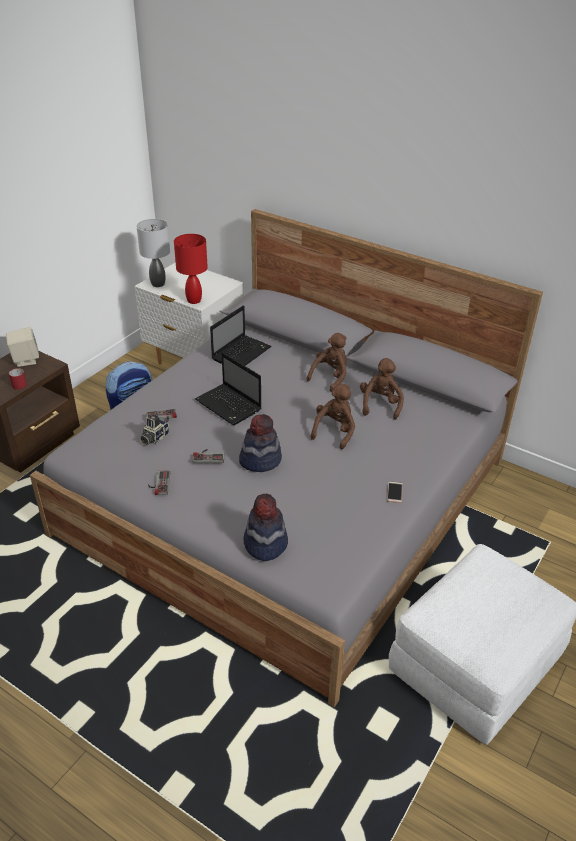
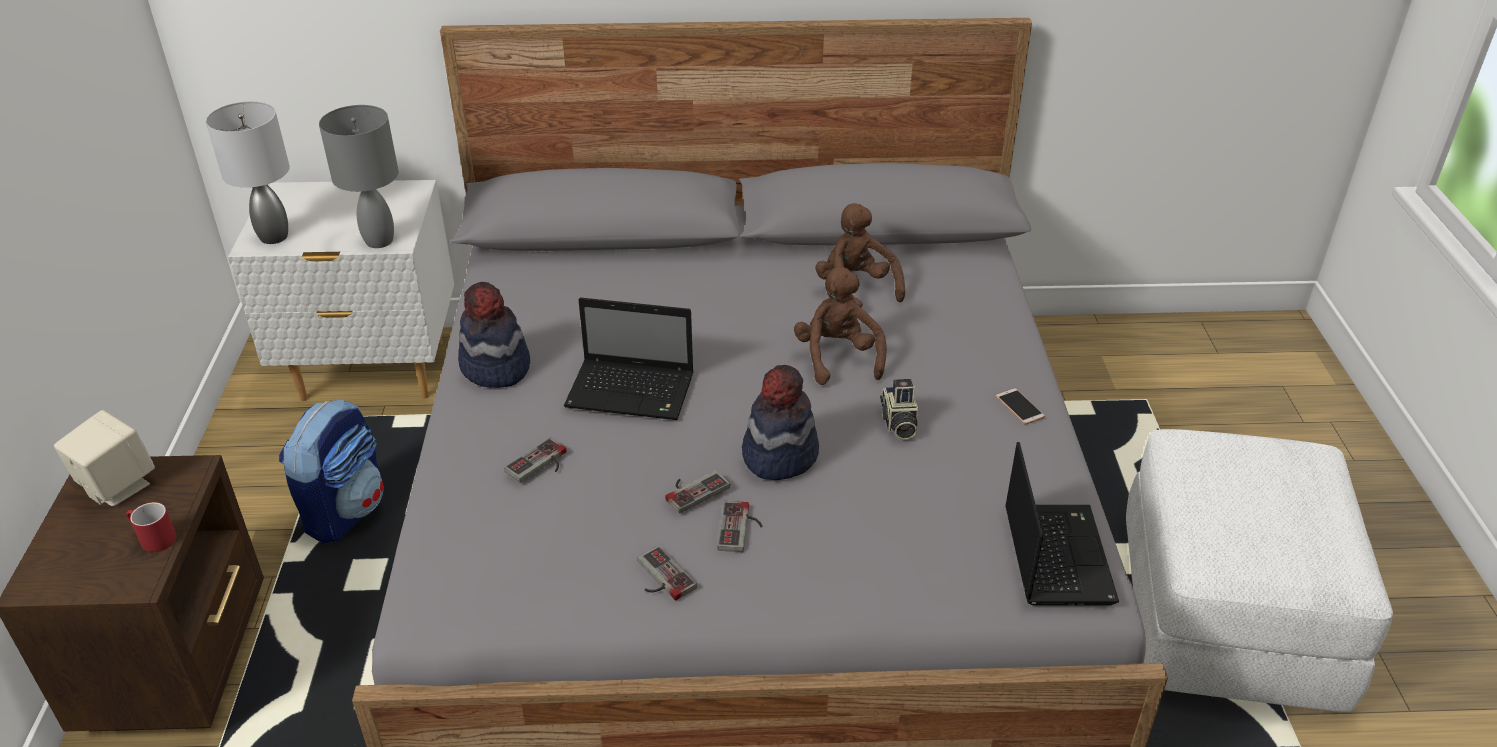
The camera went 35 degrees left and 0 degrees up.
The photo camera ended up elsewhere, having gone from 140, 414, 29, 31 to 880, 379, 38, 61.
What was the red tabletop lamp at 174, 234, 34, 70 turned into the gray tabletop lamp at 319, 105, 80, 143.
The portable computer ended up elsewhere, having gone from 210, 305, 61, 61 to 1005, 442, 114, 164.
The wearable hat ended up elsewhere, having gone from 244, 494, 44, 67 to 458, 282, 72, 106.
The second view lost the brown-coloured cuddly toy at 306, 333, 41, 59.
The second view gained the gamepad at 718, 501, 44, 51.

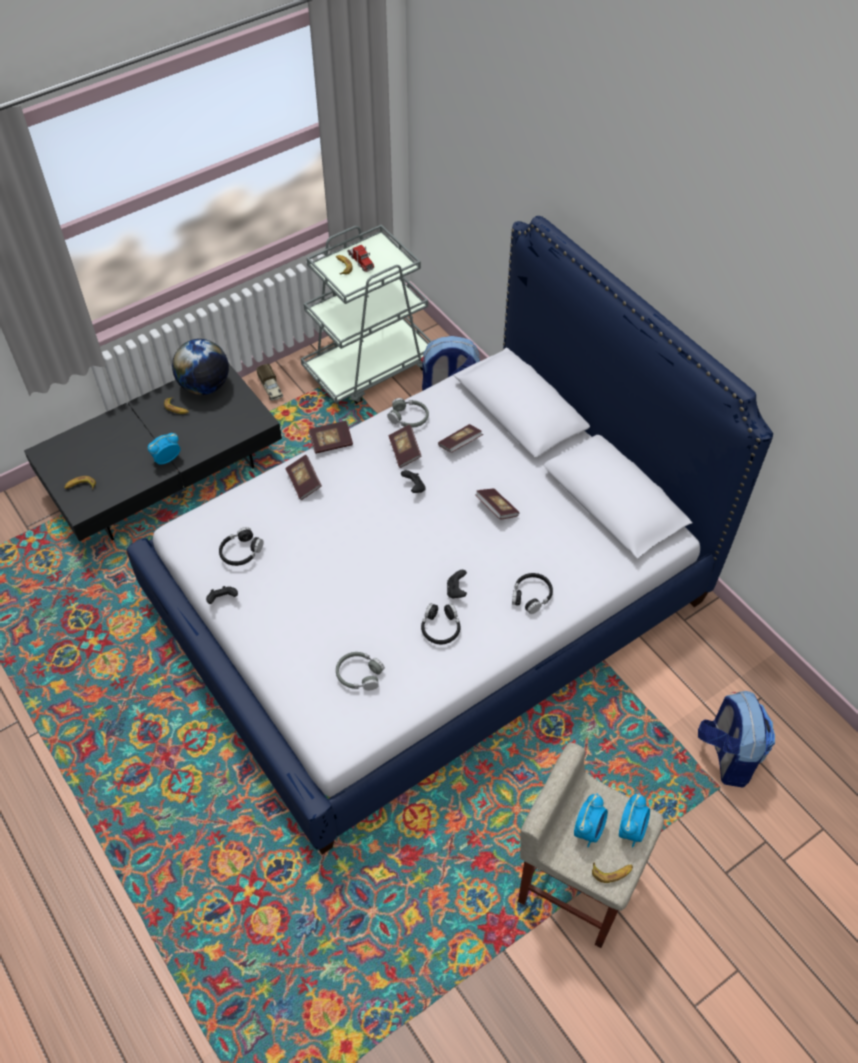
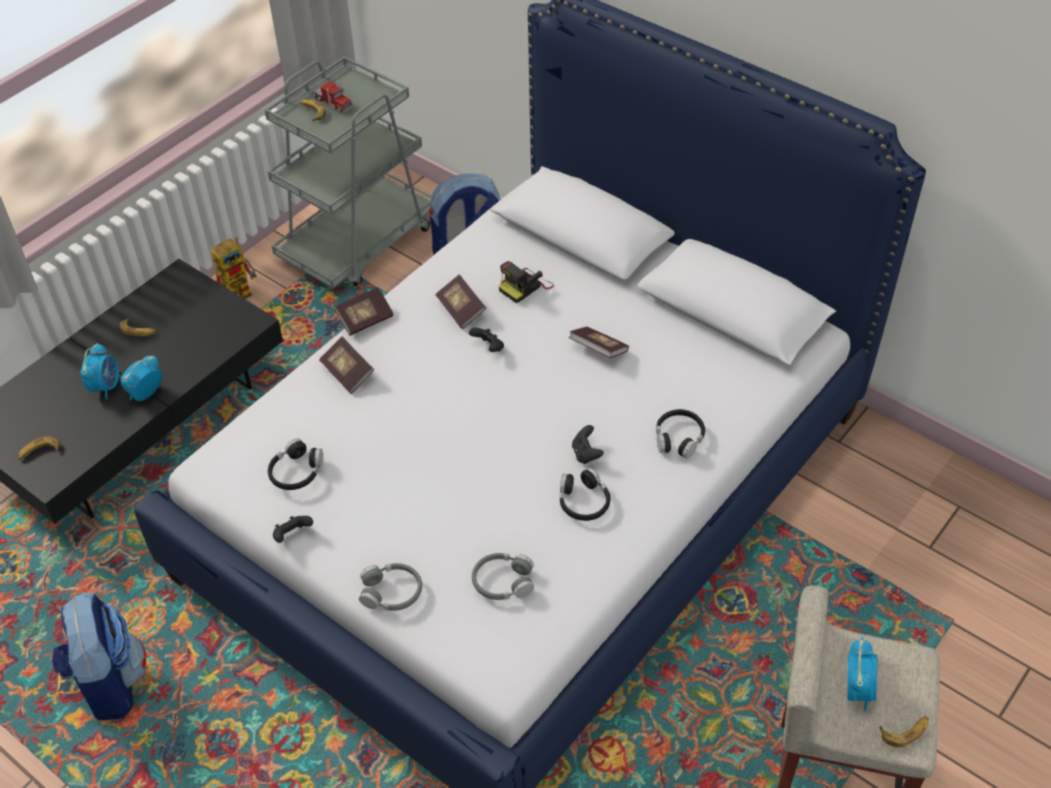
The camera went 15 degrees left and 5 degrees down.
The second view lost the desk globe at 172, 339, 57, 56.
Where the model truck stood at 256, 364, 27, 37, the model robot came to stand at 211, 237, 46, 62.
The gray headset ended up elsewhere, having gone from 387, 398, 42, 30 to 359, 563, 63, 48.
Where the bound book stood at 438, 424, 45, 29, the photo camera came to stand at 499, 261, 55, 42.
The table clock ended up elsewhere, having gone from 619, 793, 31, 54 to 80, 343, 39, 56.
The knapsack ended up elsewhere, having gone from 698, 691, 77, 97 to 52, 593, 94, 127.

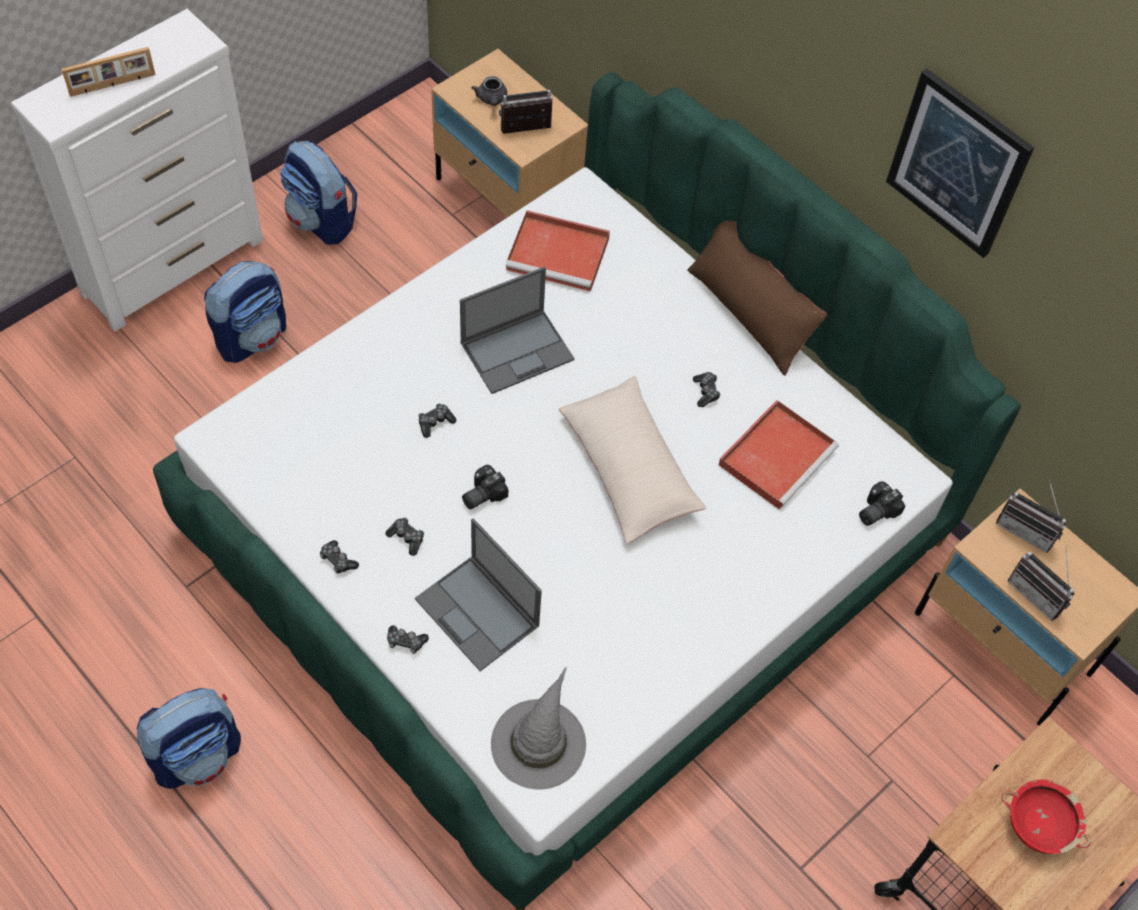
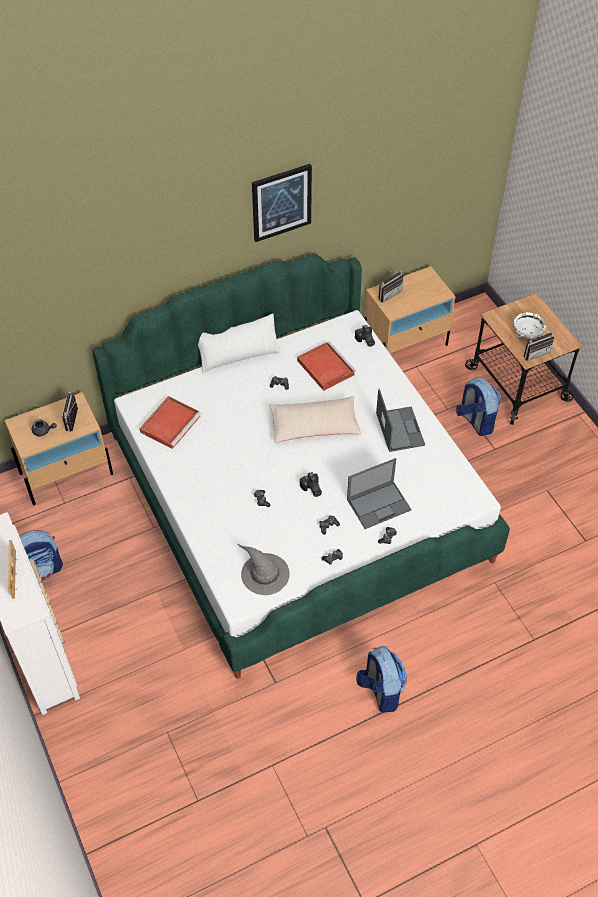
The camera went 70 degrees left and 5 degrees down.
The knapsack ended up elsewhere, having gone from 204, 261, 82, 102 to 456, 377, 45, 59.
The portable computer ended up elsewhere, having gone from 460, 266, 115, 128 to 376, 389, 49, 63.
The gray wearable hat ended up elsewhere, having gone from 491, 667, 95, 123 to 238, 544, 52, 51.
What was the brown-coloured pillow at 687, 221, 140, 155 turned into the whitish pillow at 198, 313, 83, 60.
What was the red serving bowl at 1002, 779, 89, 75 turned into the whitish serving bowl at 514, 312, 32, 27.
The radio ended up elsewhere, having gone from 1007, 546, 68, 75 to 524, 325, 30, 36.

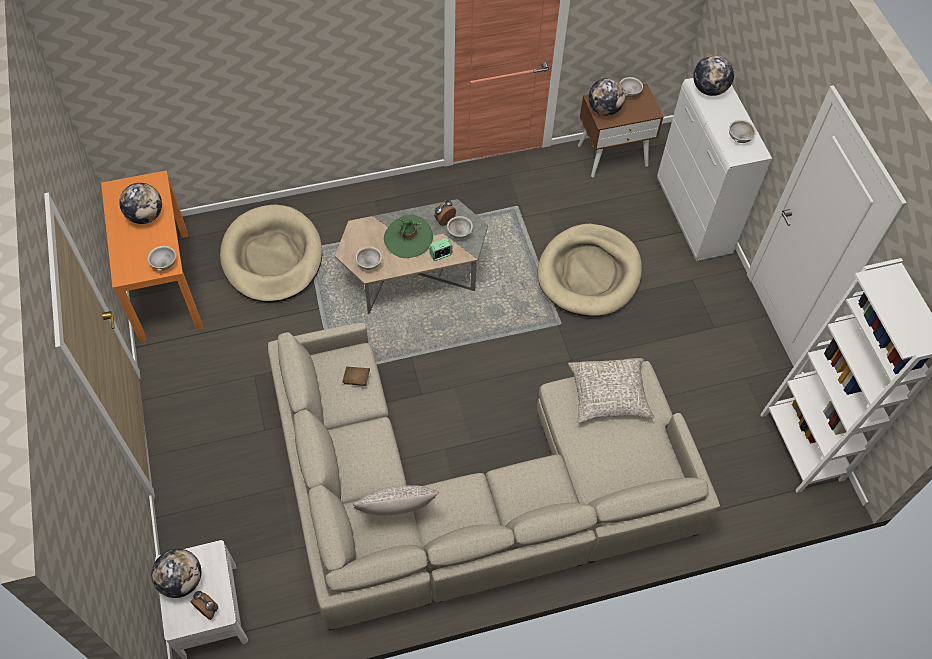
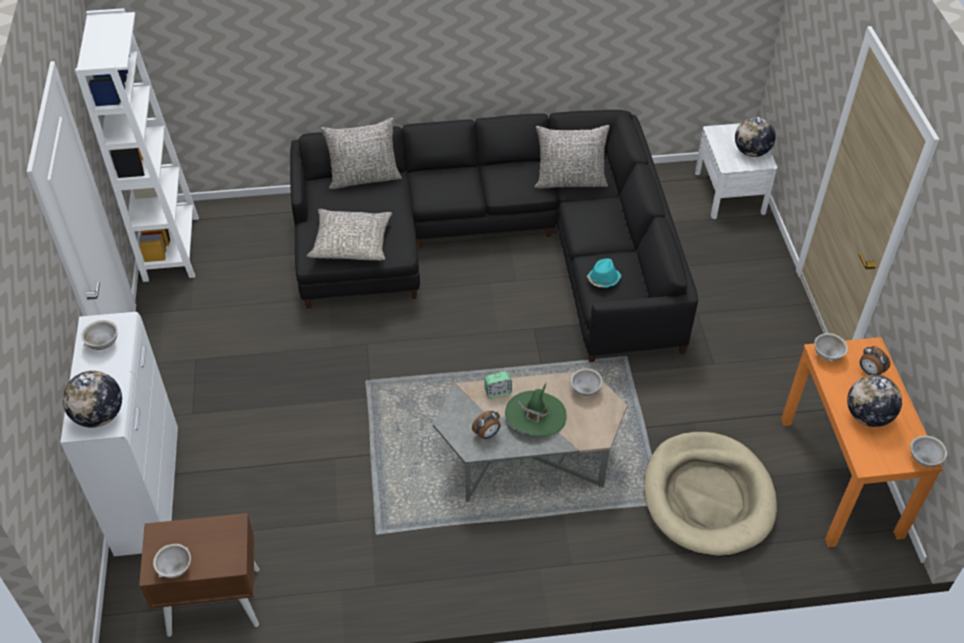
The camera went 170 degrees left and 10 degrees down.
The table clock ended up elsewhere, having gone from 190, 591, 28, 29 to 860, 346, 30, 29.
What was the sand-coloured couch at 268, 323, 452, 307 turned into the blackish couch at 290, 110, 408, 252.
Where the brown-coloured bound book stood at 342, 367, 28, 19, the turquoise wearable hat came to stand at 587, 258, 34, 30.
The gray serving bowl ended up elsewhere, having gone from 447, 216, 26, 23 to 909, 435, 38, 32.
The second view lost the sand-coloured dog cushion at 537, 224, 105, 92.
The second view lost the desk globe at 589, 78, 37, 38.
The second view gained the gray pillow at 321, 118, 81, 71.

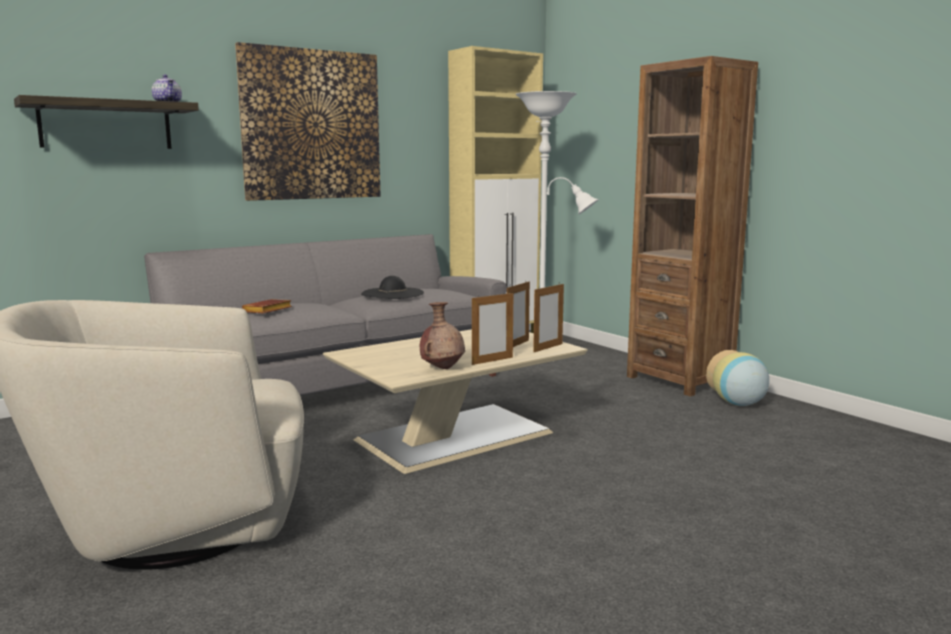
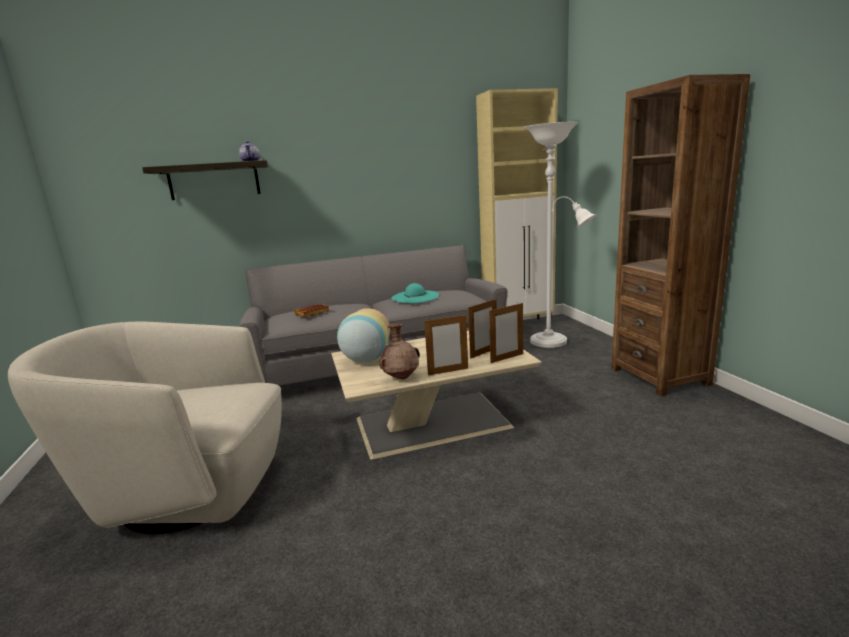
The camera went 20 degrees right and 5 degrees up.
The second view lost the picture at 235, 42, 146, 159.
What was the blackish wearable hat at 361, 276, 63, 23 turned into the turquoise wearable hat at 391, 283, 48, 20.
The vase ended up elsewhere, having gone from 706, 350, 63, 56 to 337, 308, 53, 54.

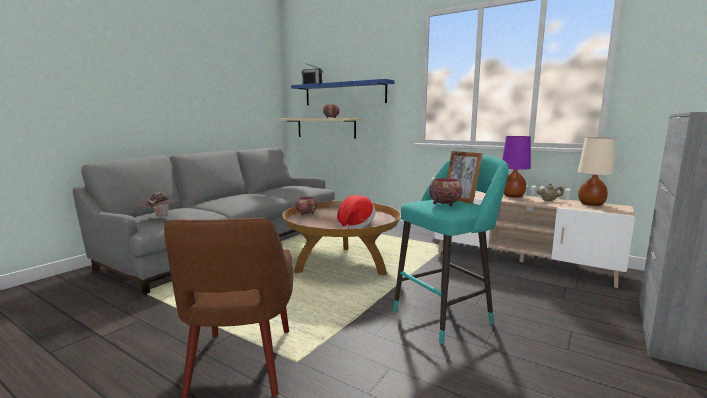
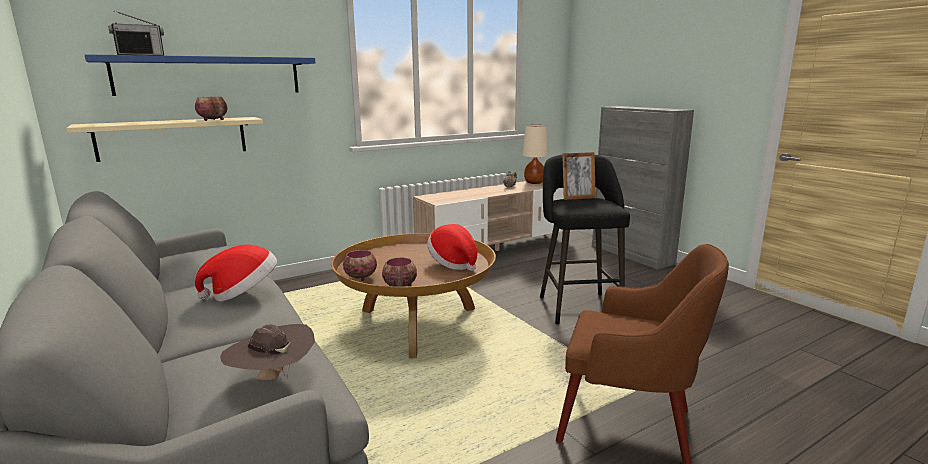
The camera went 65 degrees left and 5 degrees up.
What was the turquoise stool seat at 393, 155, 116, 189 turned into the blackish stool seat at 540, 155, 90, 169.
The serving bowl ended up elsewhere, having gone from 429, 178, 34, 28 to 382, 257, 35, 30.
The second view lost the purple-coloured tabletop lamp at 502, 136, 29, 62.
The second view gained the wearable hat at 195, 244, 82, 57.

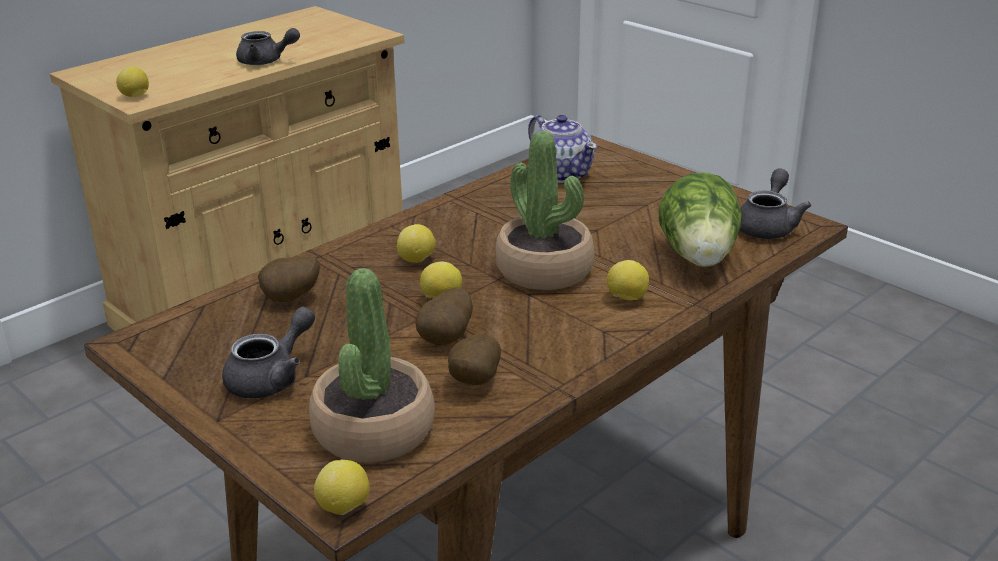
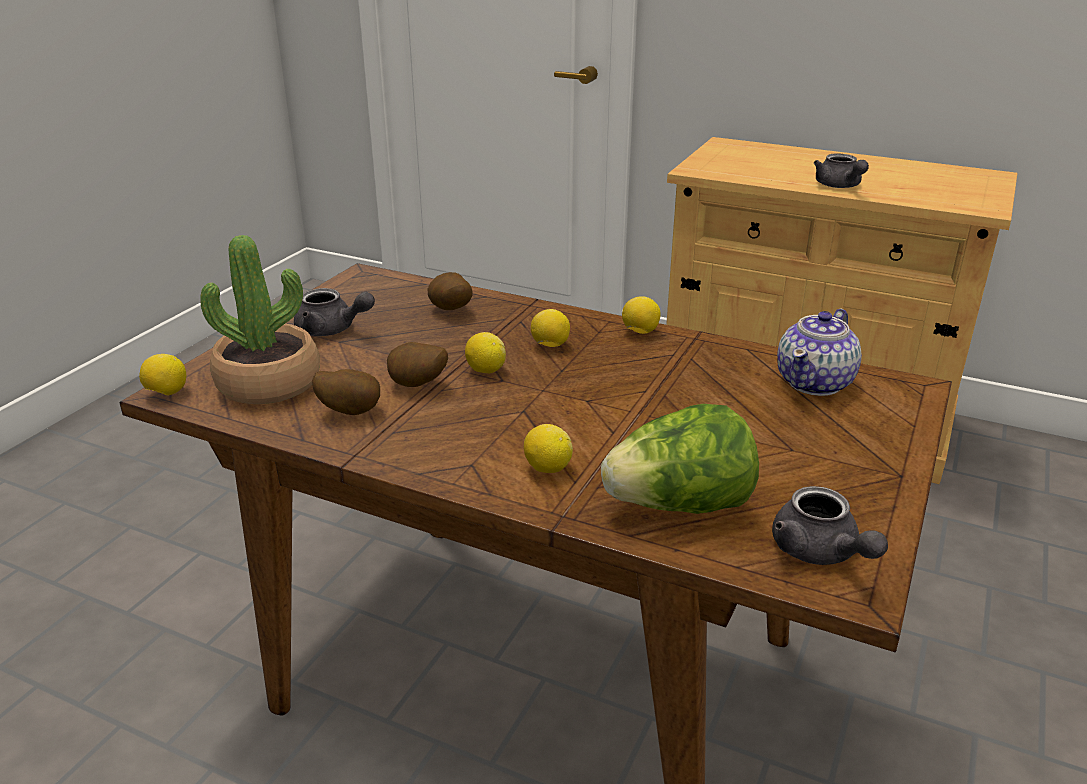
The camera went 70 degrees right and 0 degrees up.
The whole lemon ended up elsewhere, having gone from 116, 66, 33, 31 to 622, 296, 39, 38.
The second view lost the plant in a pot at 495, 131, 100, 159.
The gray tea pot at 740, 168, 71, 71 ended up facing another way, 60 degrees clockwise from before.

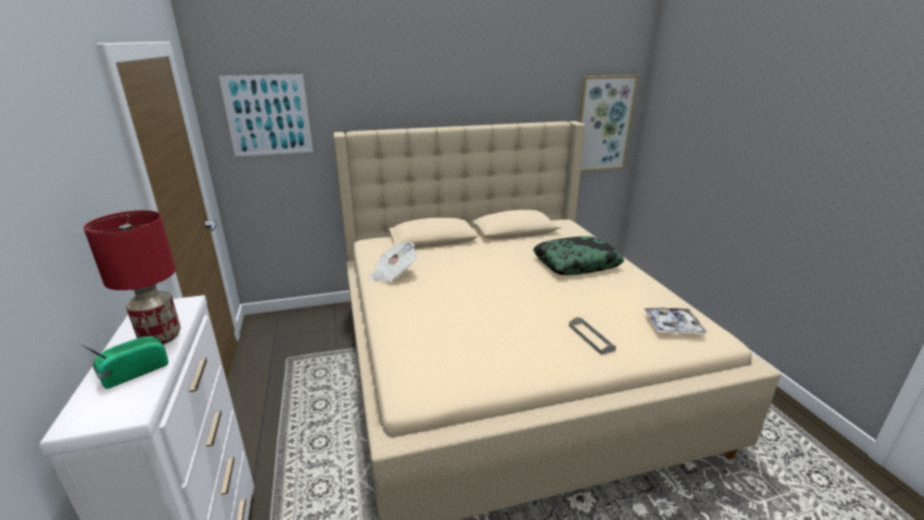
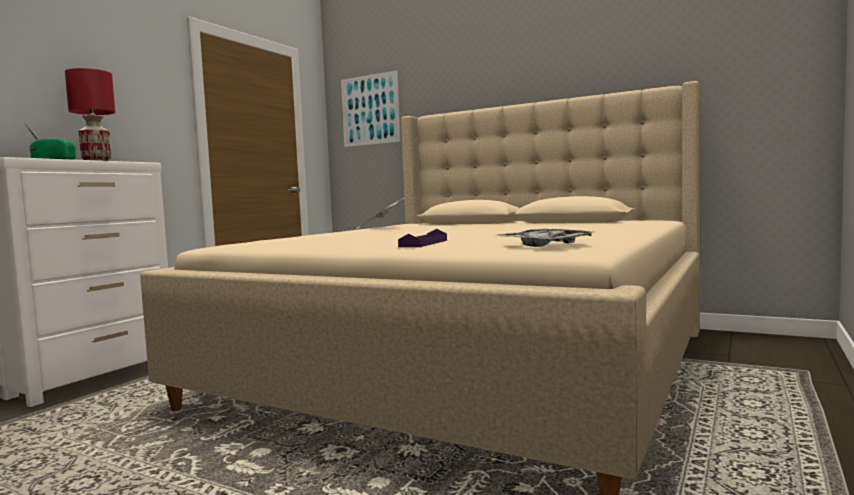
The camera went 45 degrees right and 20 degrees down.
The second view lost the pillow at 533, 236, 91, 39.
What was the gray carrying tray at 569, 317, 47, 38 turned into the purple-coloured carrying tray at 398, 229, 49, 18.
The second view lost the picture at 579, 75, 59, 96.

